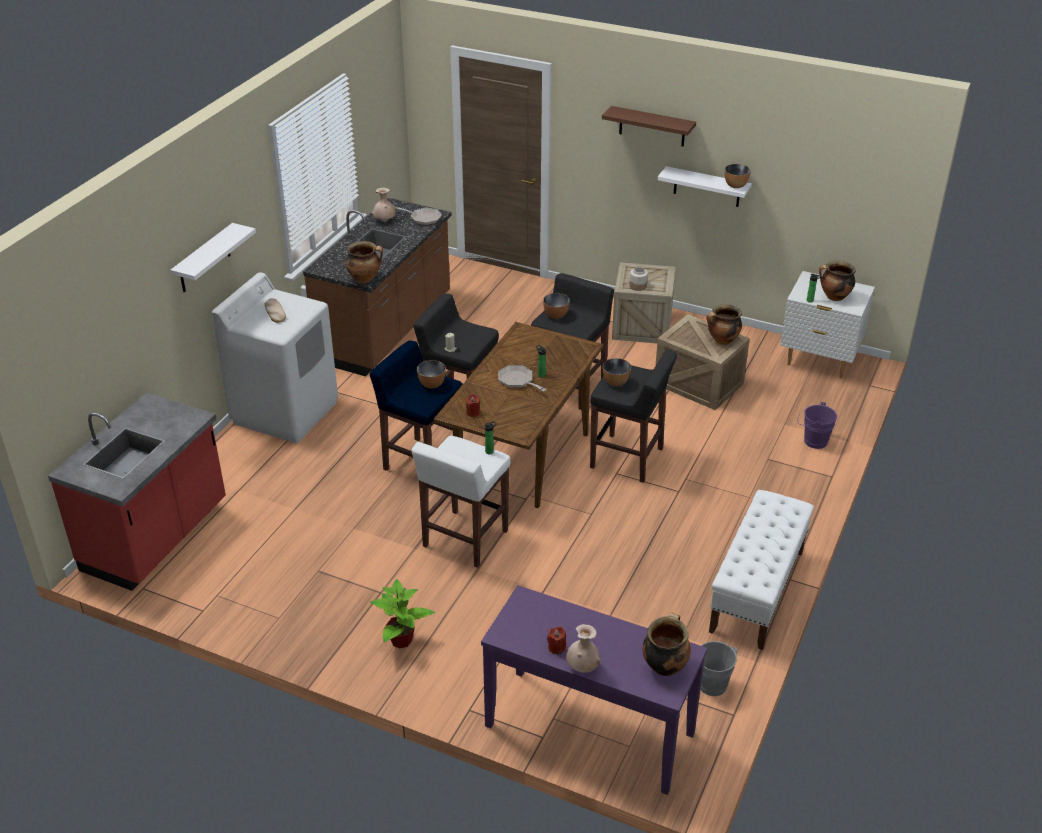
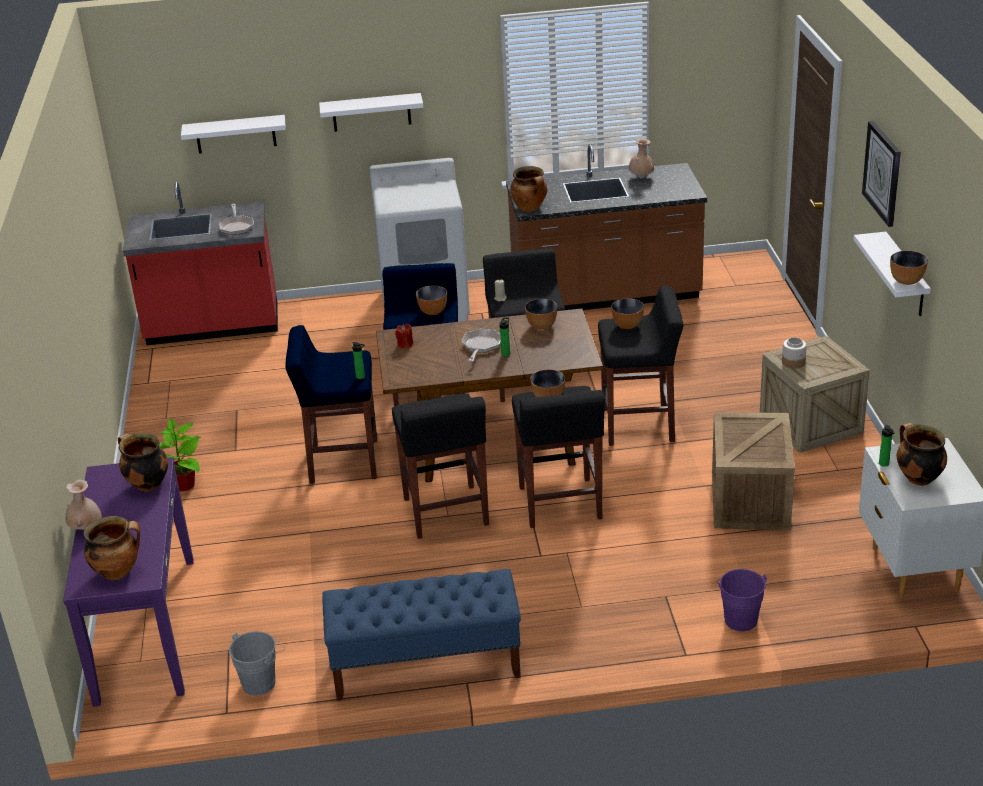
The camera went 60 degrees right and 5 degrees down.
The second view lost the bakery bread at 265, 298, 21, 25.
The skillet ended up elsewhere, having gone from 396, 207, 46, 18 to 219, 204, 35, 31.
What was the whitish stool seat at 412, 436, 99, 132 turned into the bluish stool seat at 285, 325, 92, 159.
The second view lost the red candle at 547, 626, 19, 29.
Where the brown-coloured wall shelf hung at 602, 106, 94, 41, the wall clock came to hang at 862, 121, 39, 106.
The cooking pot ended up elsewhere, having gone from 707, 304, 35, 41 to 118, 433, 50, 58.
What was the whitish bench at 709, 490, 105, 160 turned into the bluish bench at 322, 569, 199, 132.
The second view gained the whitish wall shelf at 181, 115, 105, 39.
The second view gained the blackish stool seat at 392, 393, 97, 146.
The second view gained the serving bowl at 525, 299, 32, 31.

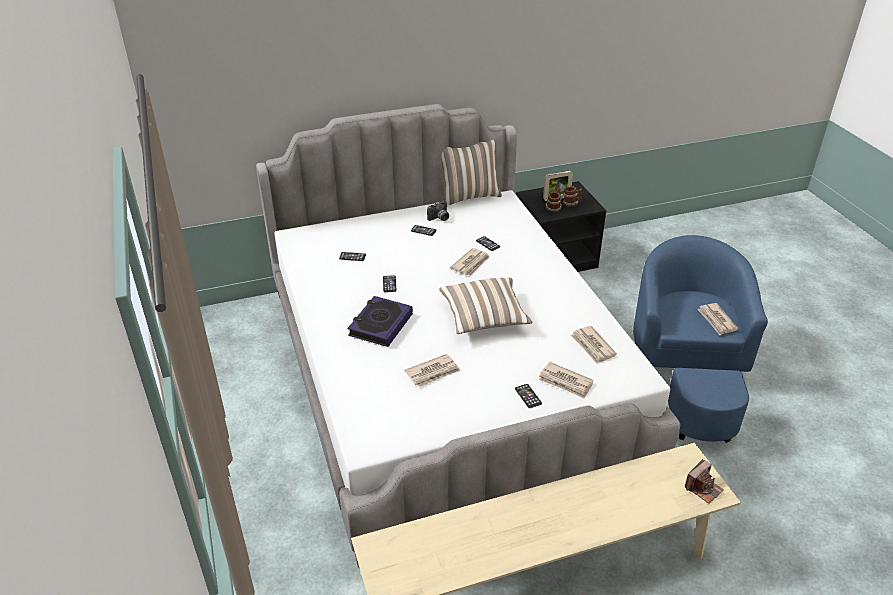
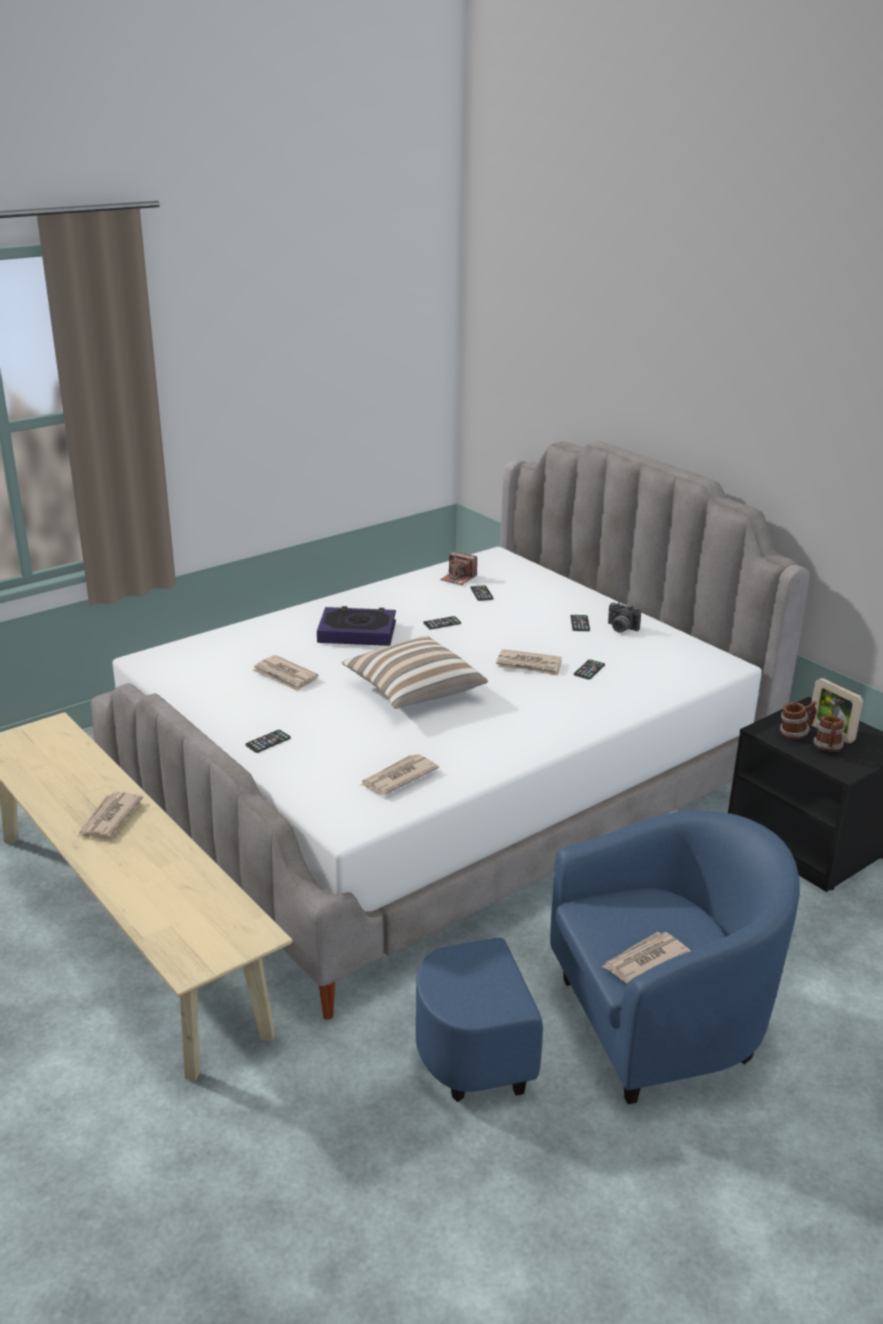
The camera went 70 degrees right and 10 degrees down.
The second view lost the pillow at 441, 139, 61, 67.
The daily paper ended up elsewhere, having gone from 539, 362, 55, 37 to 78, 792, 65, 47.
The photo camera ended up elsewhere, having gone from 684, 459, 39, 45 to 440, 552, 37, 33.

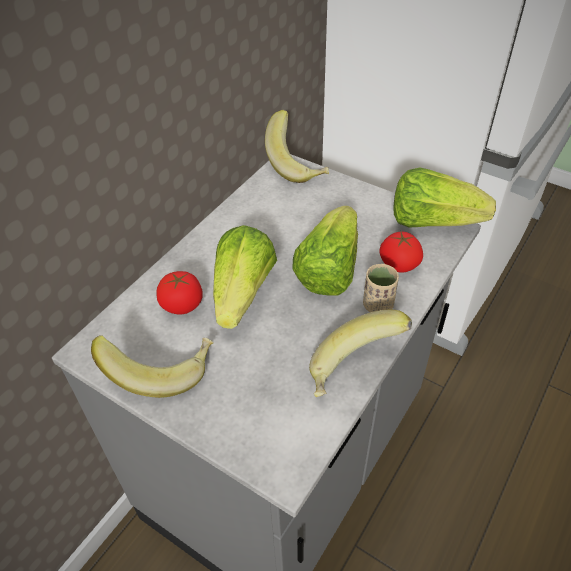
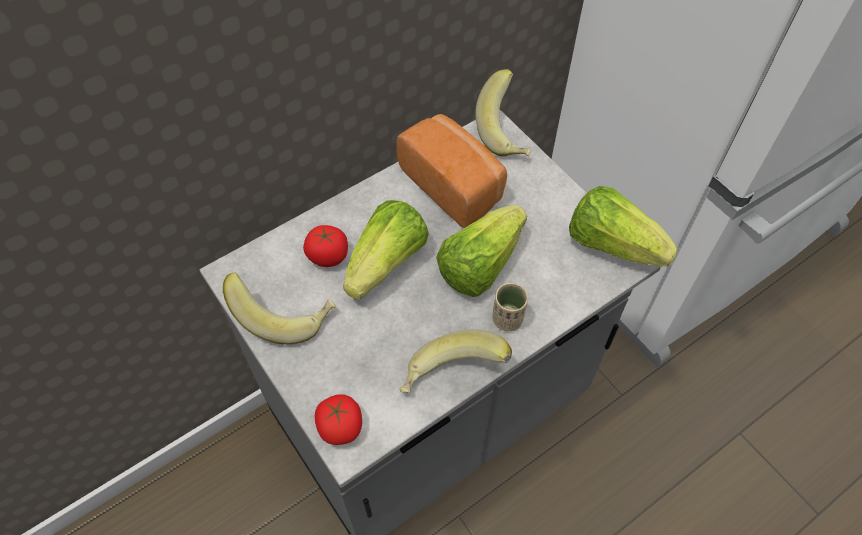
The camera went 20 degrees right and 10 degrees up.
The whole tomato ended up elsewhere, having gone from 380, 232, 43, 41 to 315, 394, 47, 51.
The second view gained the bakery bread at 396, 114, 111, 114.

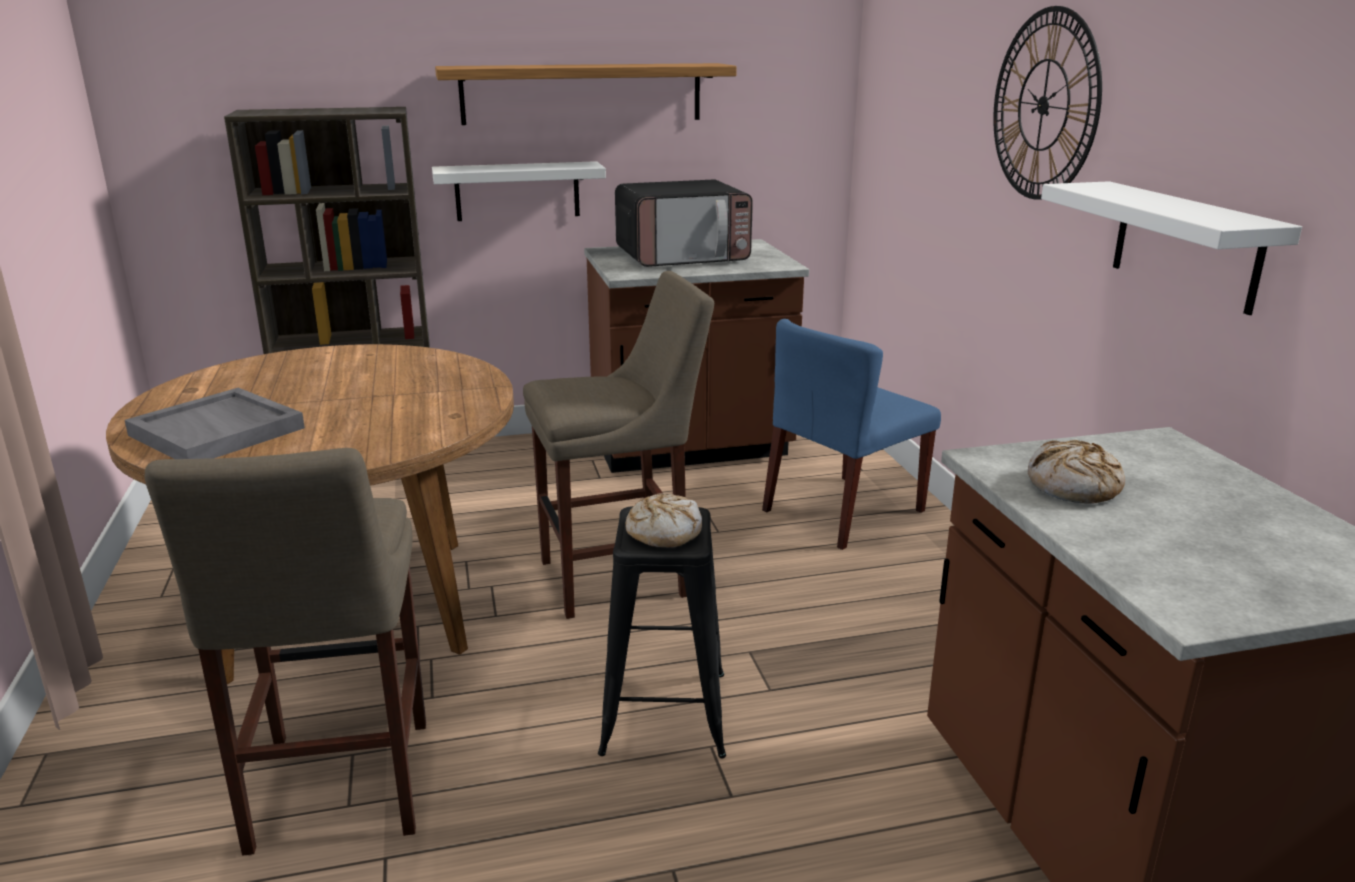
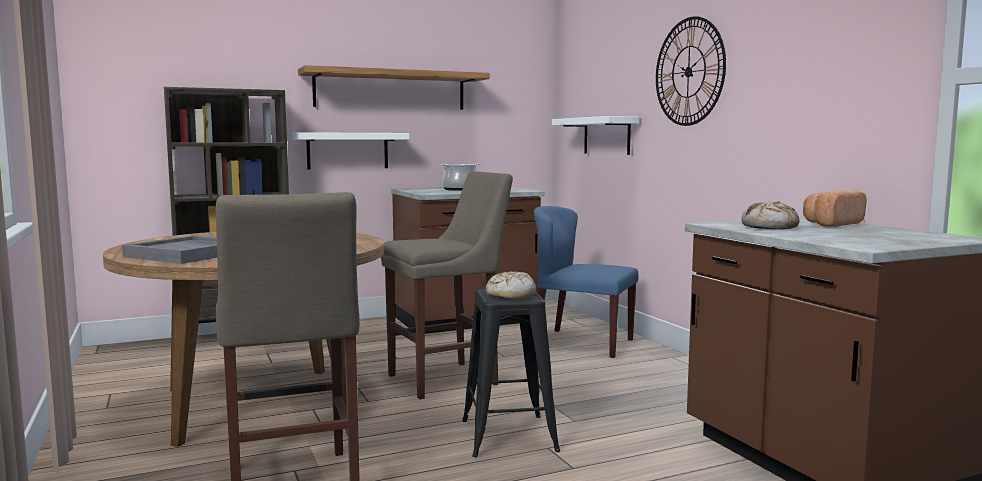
The camera went 10 degrees left and 15 degrees down.
Where the kitchen microwave stood at 615, 180, 138, 87, the cooking pot came to stand at 440, 163, 40, 28.
The bluish plain chair at 762, 319, 179, 231 ended up facing another way, 75 degrees clockwise from before.
The whitish wall shelf ended up elsewhere, having gone from 1041, 181, 261, 134 to 552, 116, 87, 39.
The second view gained the bakery bread at 803, 190, 63, 37.

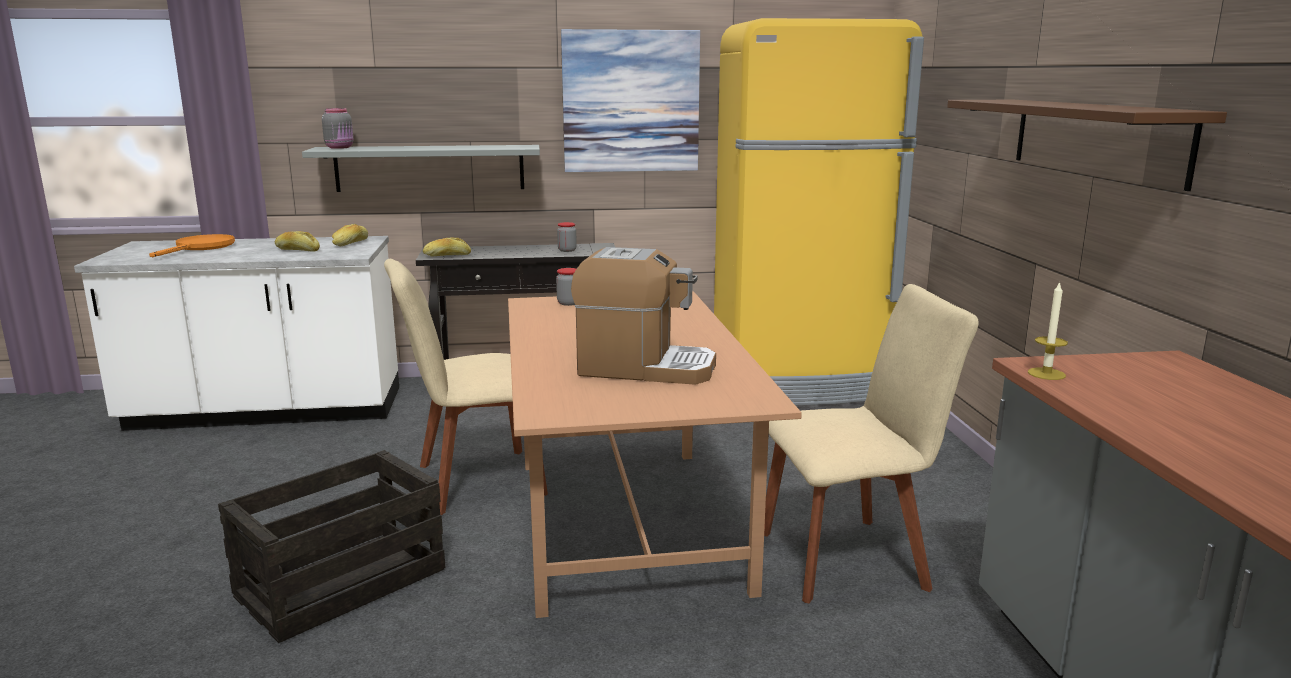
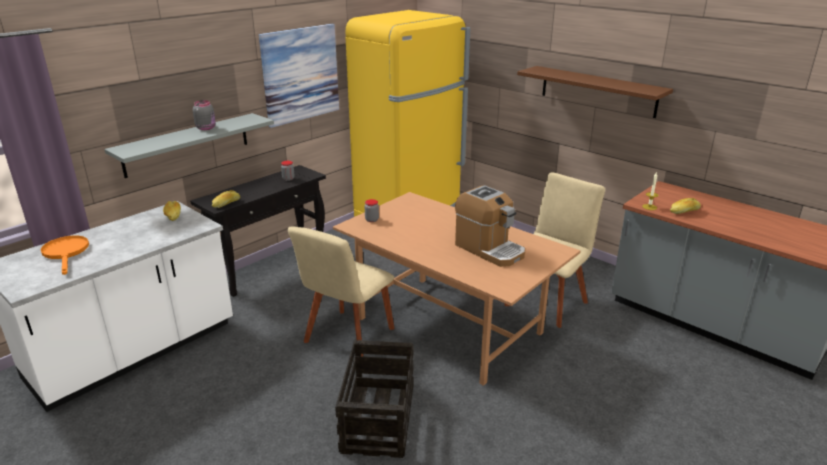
The camera went 40 degrees left and 10 degrees up.
The bakery bread ended up elsewhere, having gone from 275, 231, 45, 21 to 670, 198, 31, 16.
The gray storage jar ended up elsewhere, having gone from 322, 108, 31, 41 to 193, 100, 23, 30.
The coffee machine at 571, 247, 145, 138 ended up facing another way, 75 degrees clockwise from before.

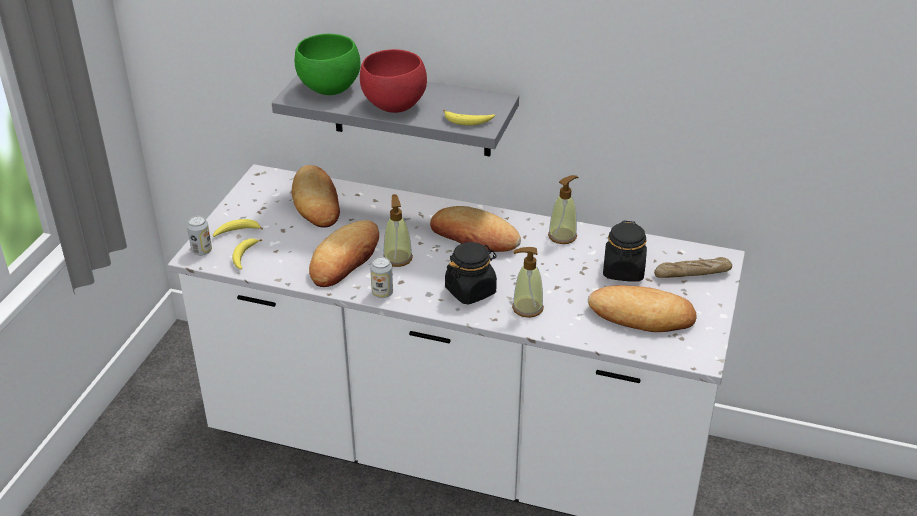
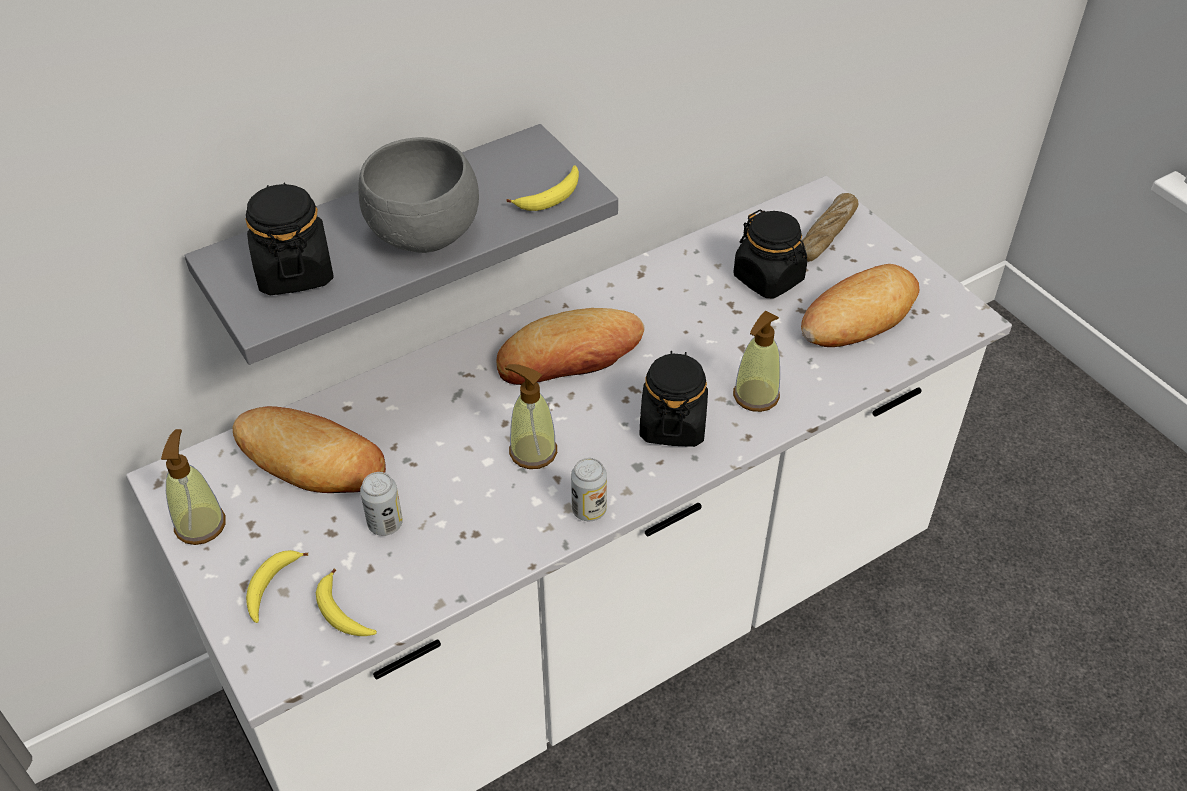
The camera went 50 degrees left and 10 degrees up.
The metal can ended up elsewhere, having gone from 187, 216, 25, 40 to 360, 472, 43, 64.
Where the green-coloured serving bowl stood at 294, 34, 67, 61, the blackish storage jar came to stand at 245, 183, 89, 112.
The second view lost the bakery bread at 309, 220, 70, 67.
What was the red serving bowl at 360, 49, 67, 64 turned into the gray serving bowl at 359, 137, 120, 116.
The soap dispenser ended up elsewhere, having gone from 548, 175, 30, 69 to 161, 429, 65, 116.

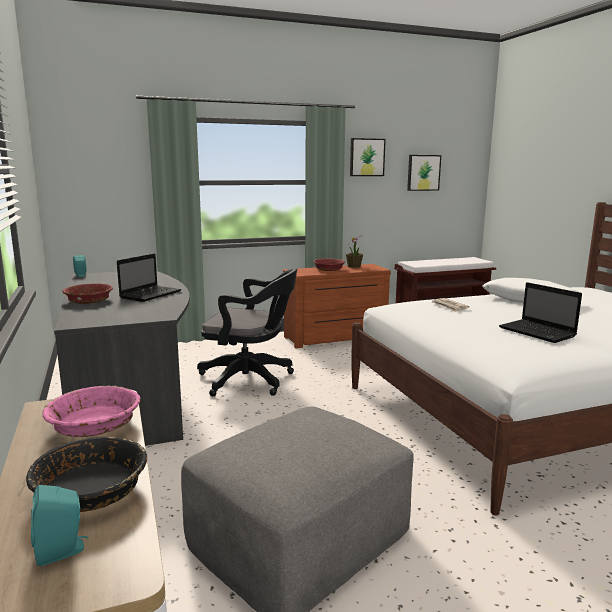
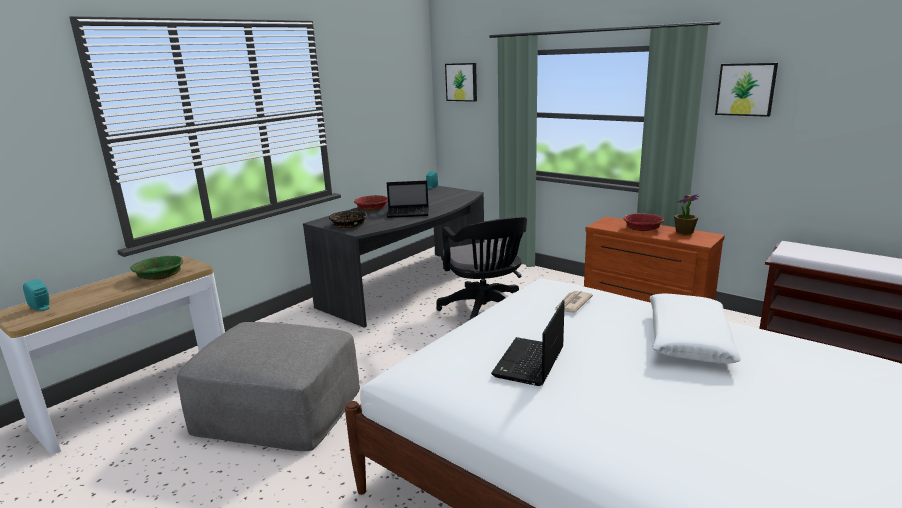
The camera went 60 degrees right and 5 degrees up.
The blackish serving bowl ended up elsewhere, having gone from 26, 437, 121, 75 to 329, 210, 38, 18.
What was the pinkish serving bowl at 42, 386, 99, 51 turned into the green-coloured serving bowl at 130, 255, 53, 25.
The picture ended up elsewhere, having gone from 407, 155, 34, 36 to 445, 63, 32, 39.

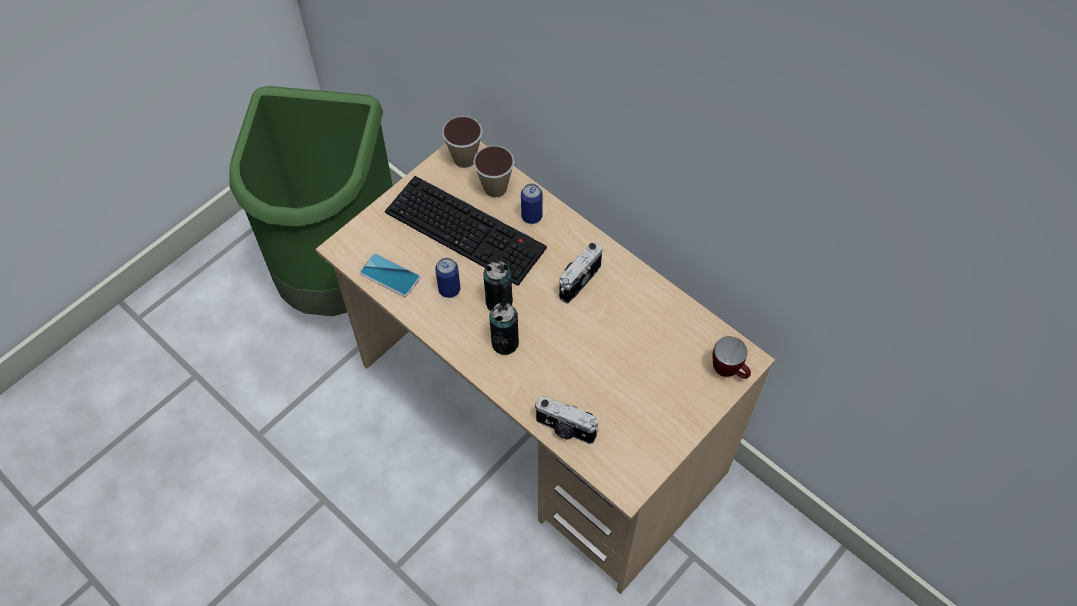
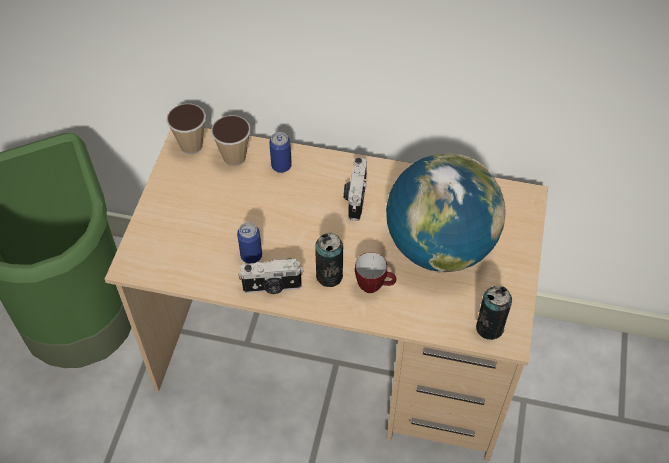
The camera went 30 degrees left and 5 degrees down.
The second view lost the handset at 360, 253, 61, 44.
The second view lost the computer keyboard at 385, 176, 162, 110.
The metal can ended up elsewhere, having gone from 483, 260, 30, 51 to 476, 285, 36, 55.
The photo camera ended up elsewhere, having gone from 535, 396, 64, 48 to 239, 258, 64, 36.
The mug ended up elsewhere, having gone from 712, 336, 39, 43 to 355, 252, 41, 41.
The second view gained the desk globe at 386, 154, 120, 119.

